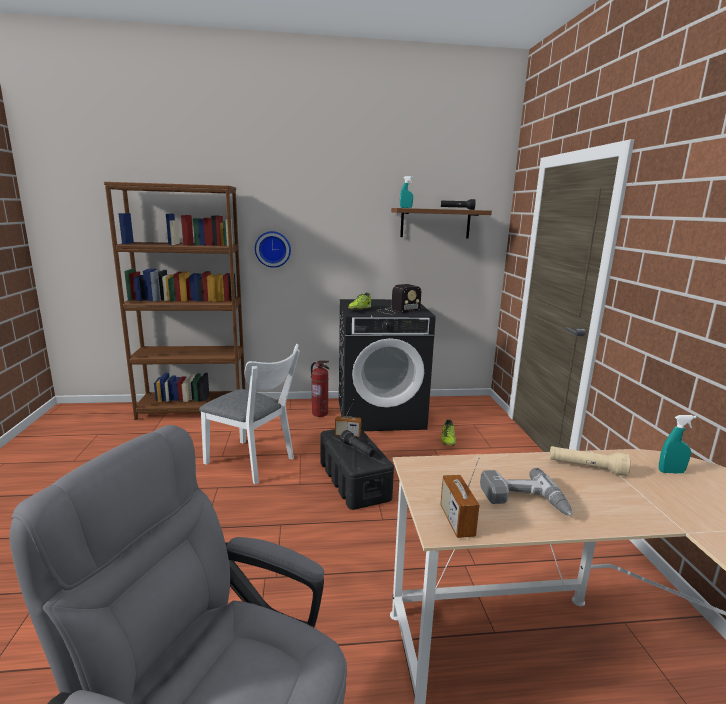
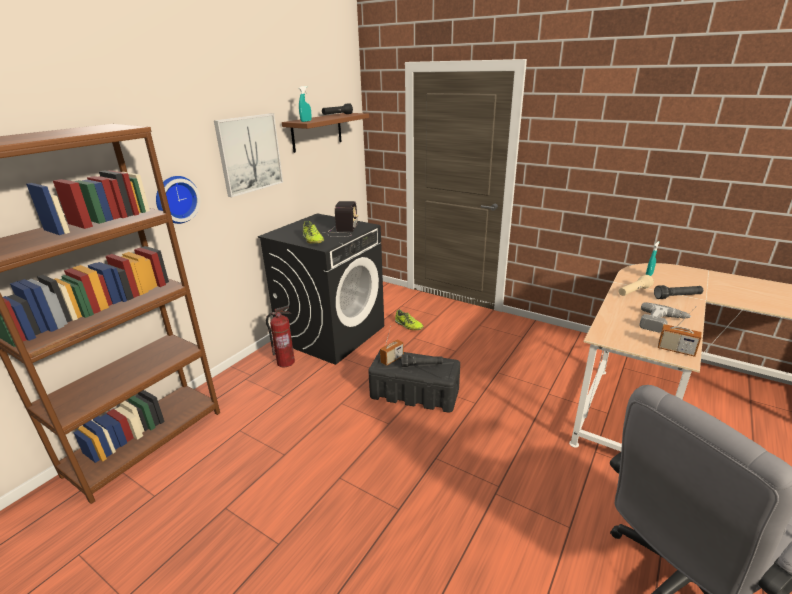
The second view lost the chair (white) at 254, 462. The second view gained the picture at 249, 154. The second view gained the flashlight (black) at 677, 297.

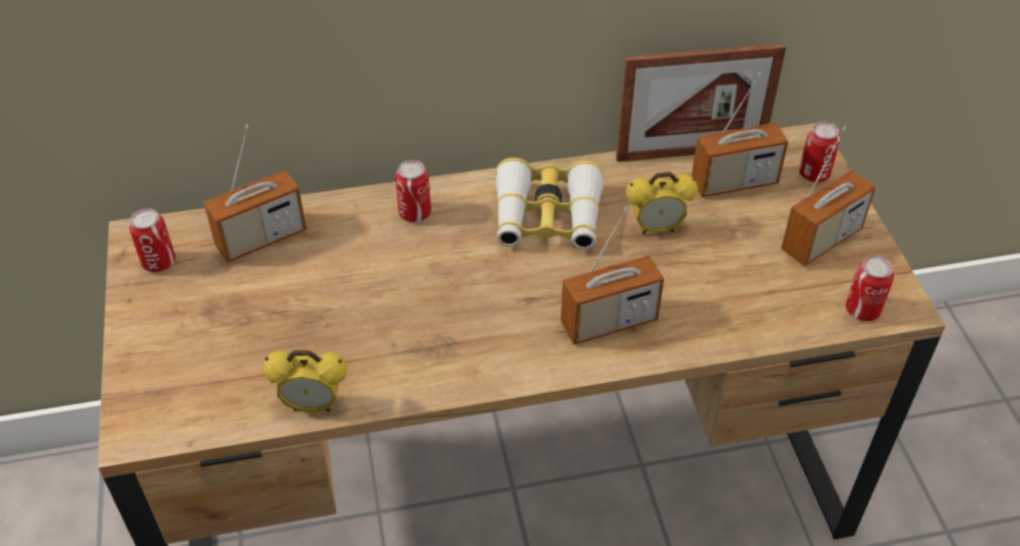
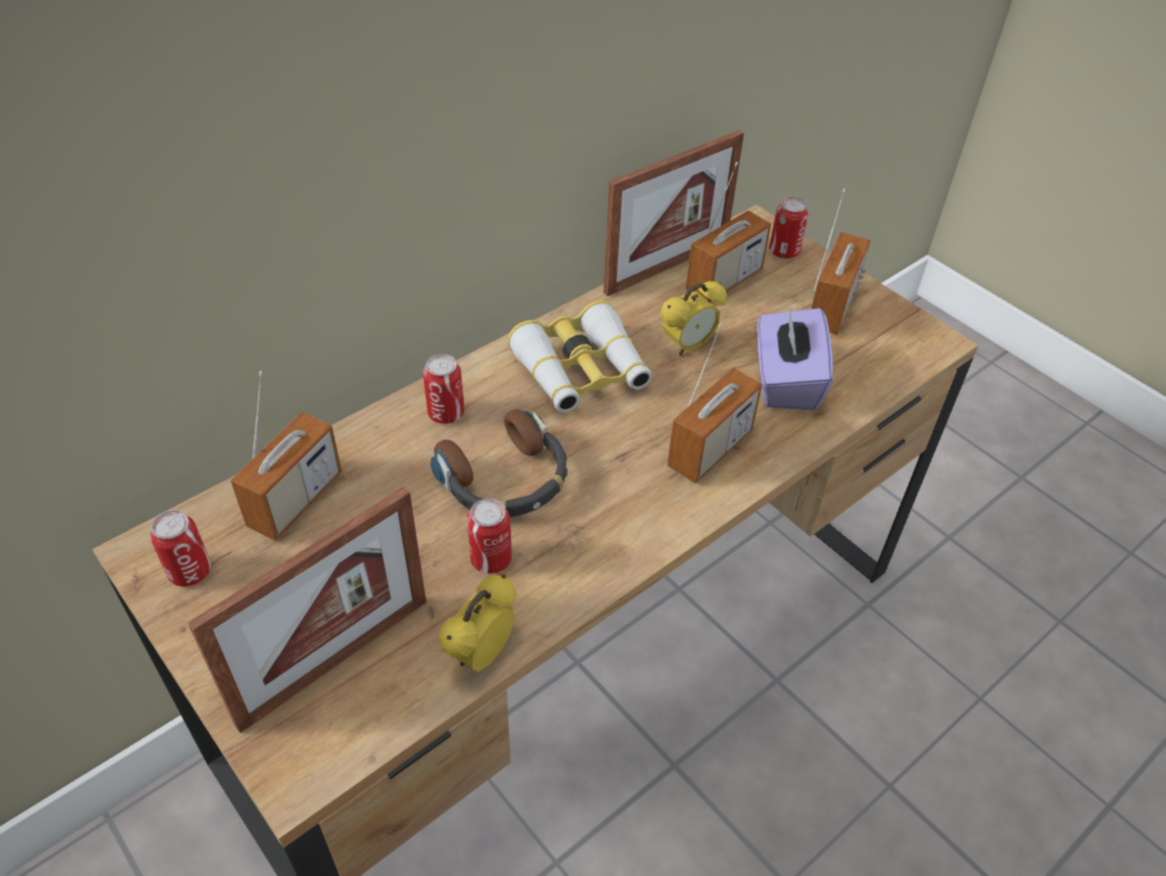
The second view gained the picture frame at 335, 661. The second view gained the headphones at 505, 479. The second view gained the tissue box (purple) at 785, 381. The can ended up elsewhere, having gone from 862, 310 to 490, 559. The alarm clock at 313, 405 ended up facing another way, 150 degrees clockwise from before.

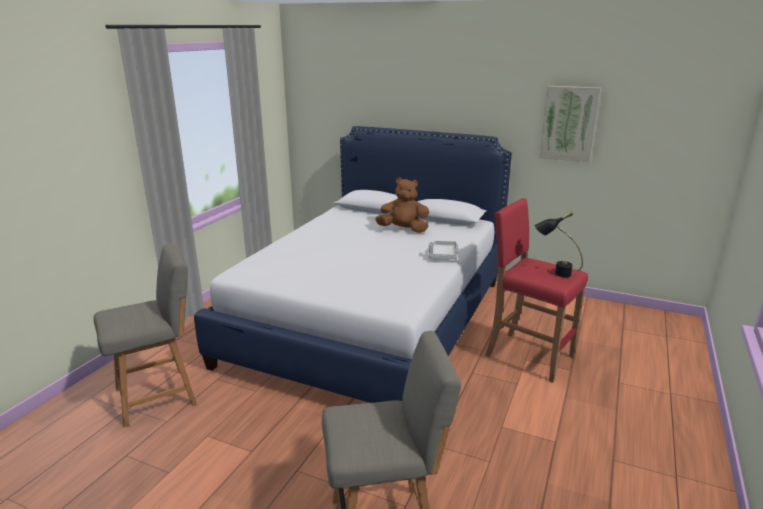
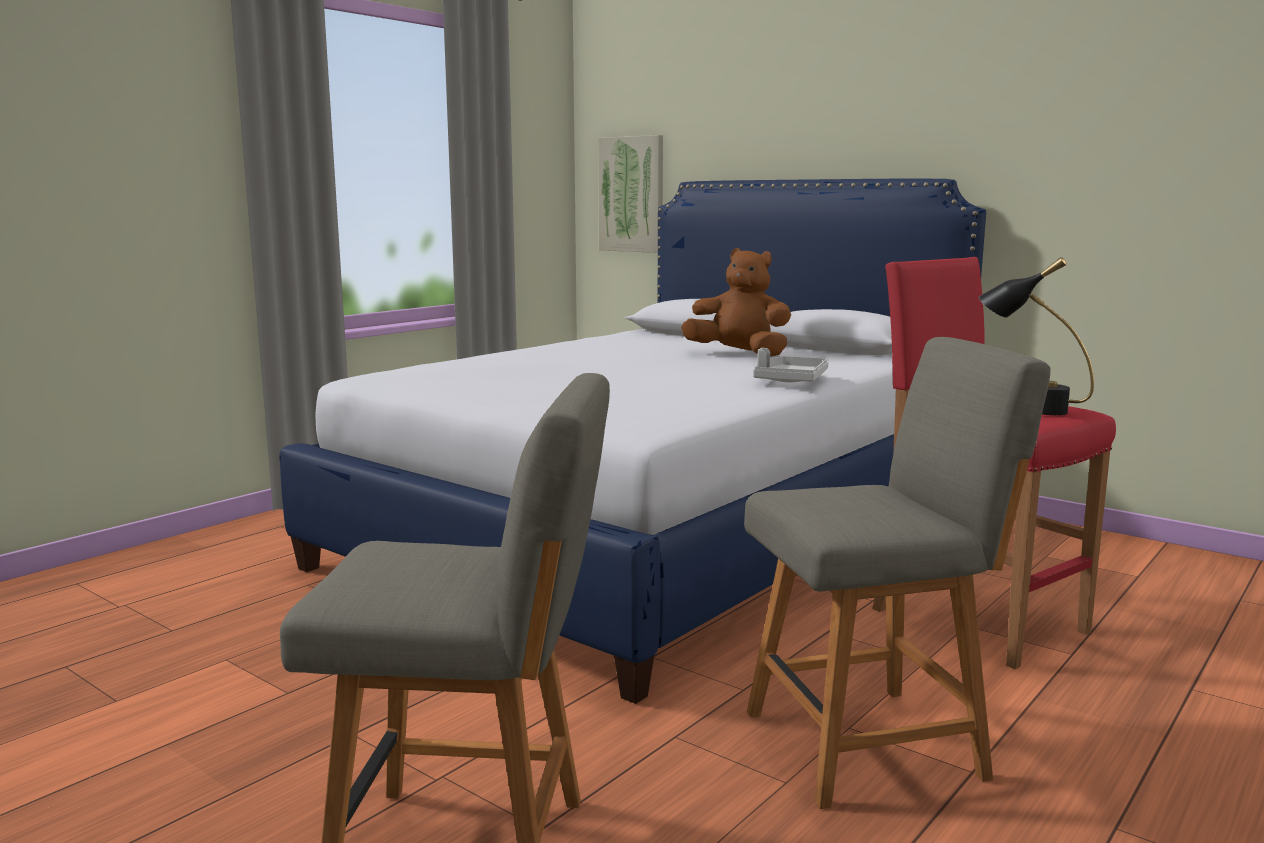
The chair (grey) ended up elsewhere, having gone from 159, 395 to 871, 743. The picture ended up elsewhere, having gone from 569, 123 to 632, 194.

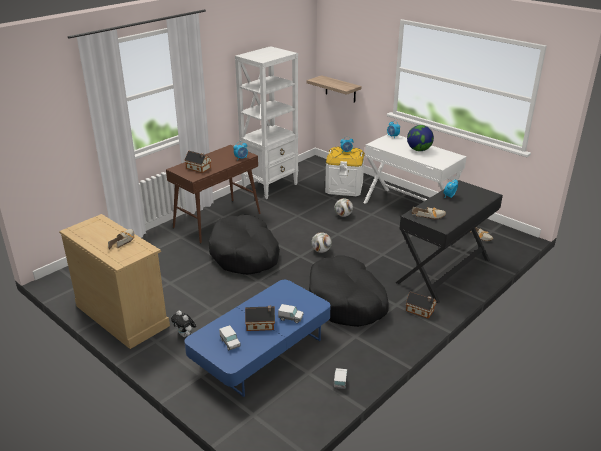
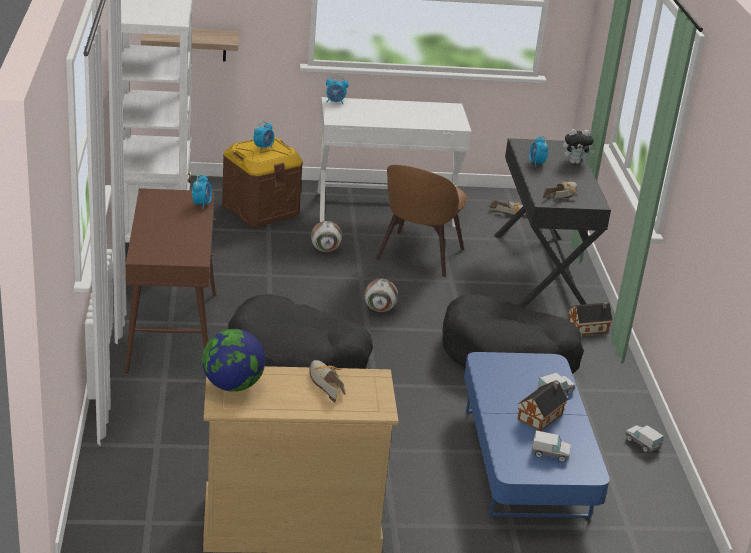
The second view lost the toy house at 199, 168. The second view gained the chair (brown) at 419, 256. The plush toy ended up elsewhere, having gone from 185, 335 to 575, 162. The globe ended up elsewhere, having gone from 419, 150 to 233, 385. What was the storage box (white) at 344, 187 turned into the storage box (brown) at 260, 209.

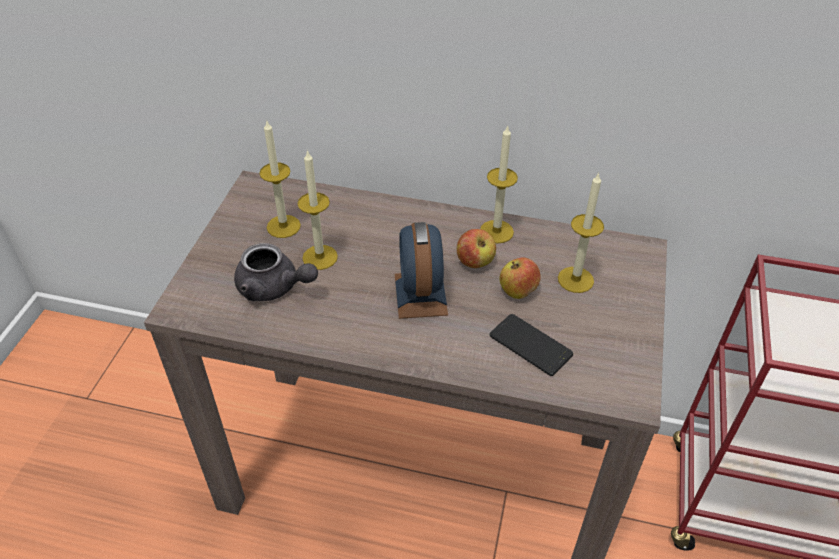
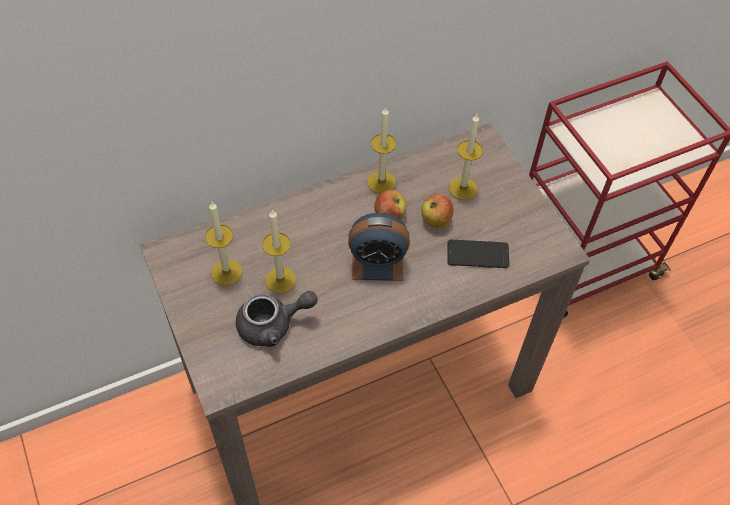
The alarm clock at 420, 294 ended up facing another way, 45 degrees counterclockwise from before.

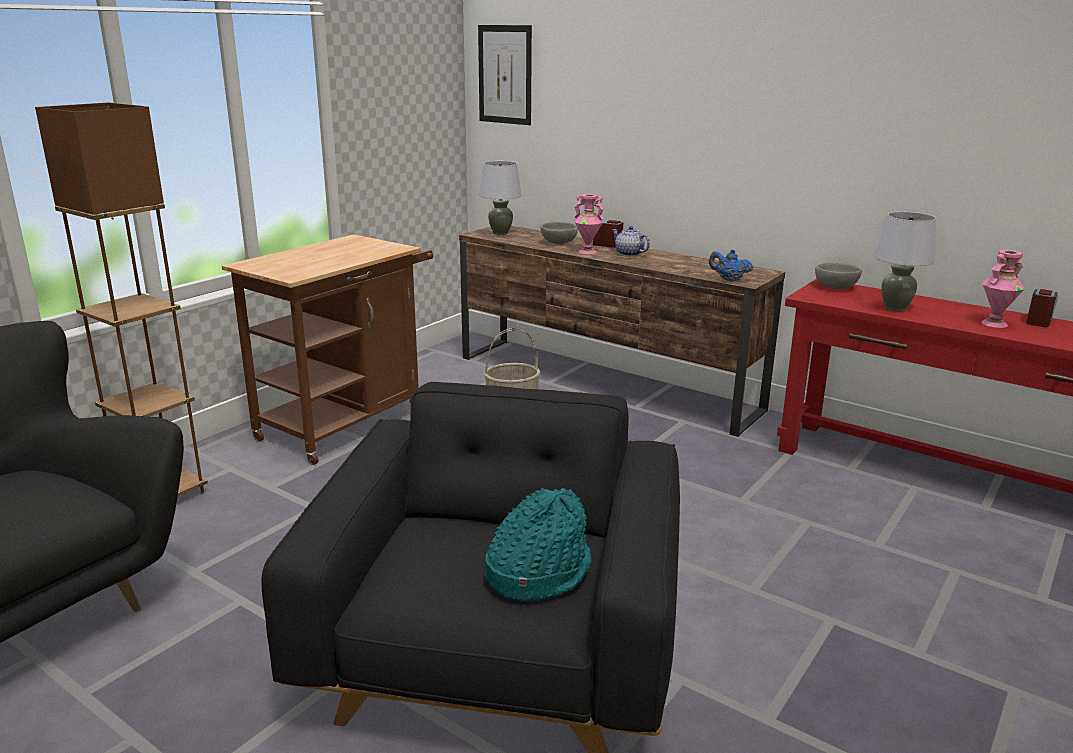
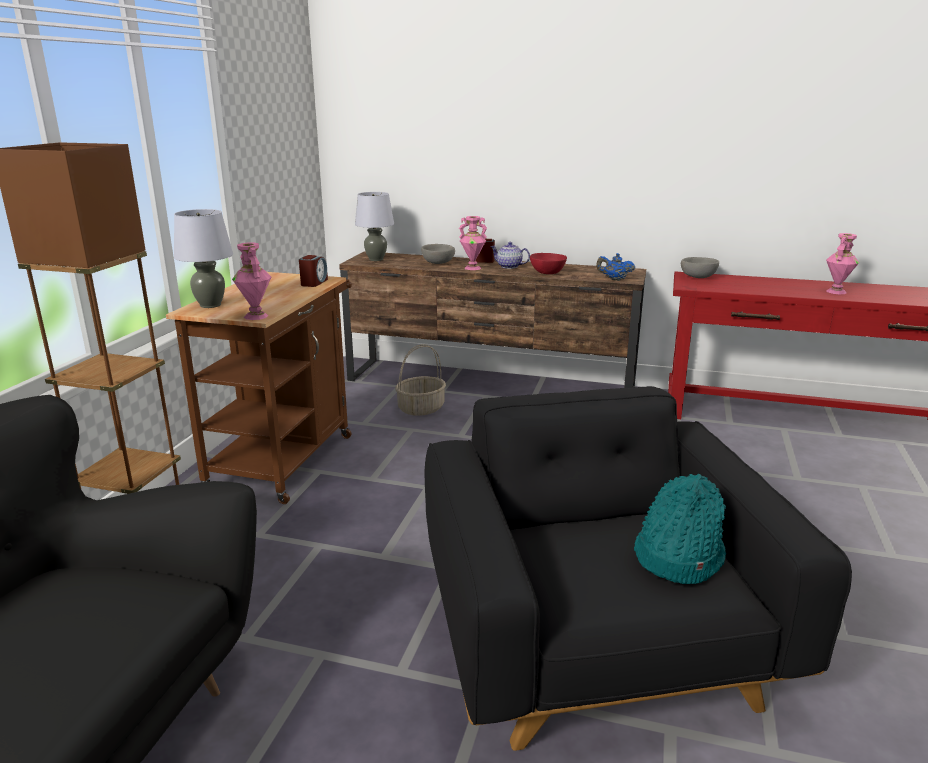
The second view lost the picture at 505, 75. The second view gained the vase (pink) at 256, 316. The second view gained the bowl (red) at 546, 273. The table lamp (grey) ended up elsewhere, having gone from 895, 308 to 210, 305. The alarm clock ended up elsewhere, having gone from 1039, 321 to 314, 282.

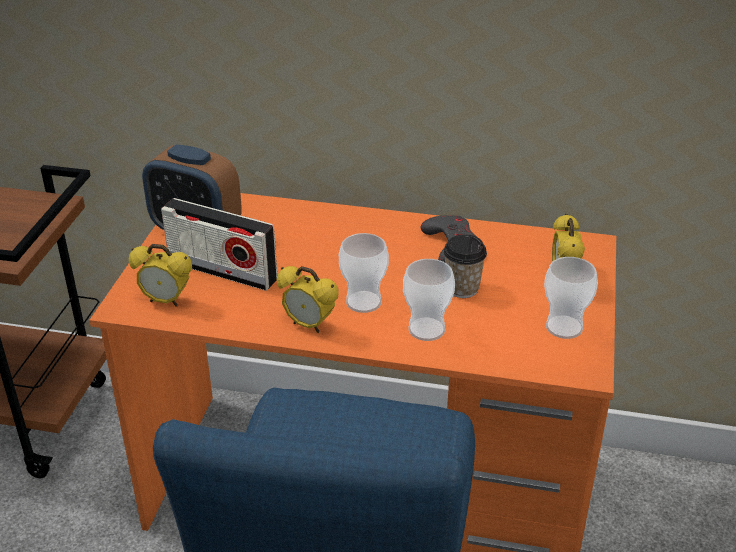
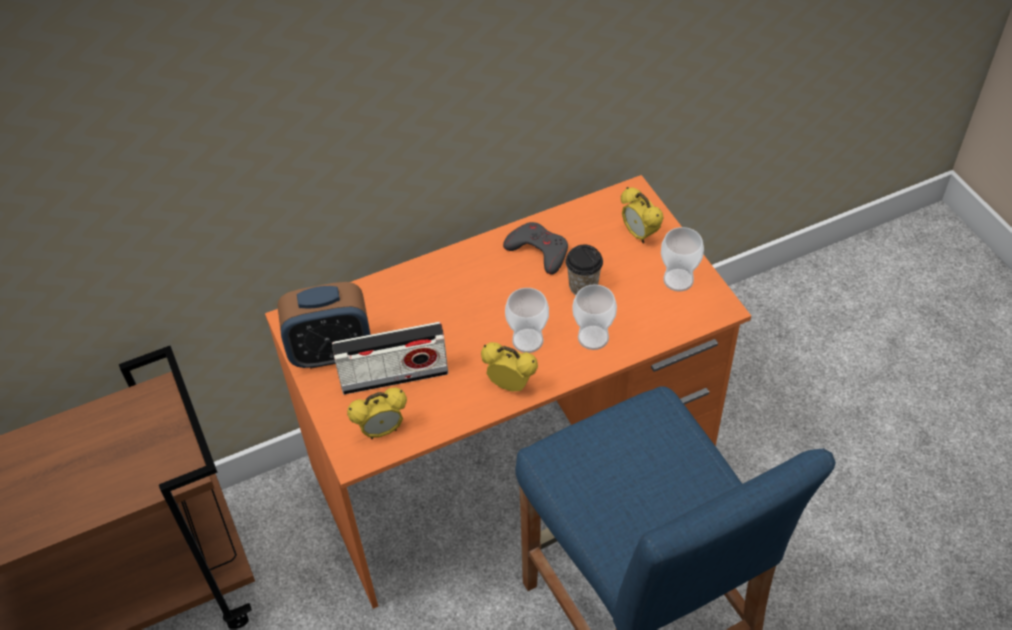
The alarm clock at 309, 325 ended up facing another way, 150 degrees counterclockwise from before.

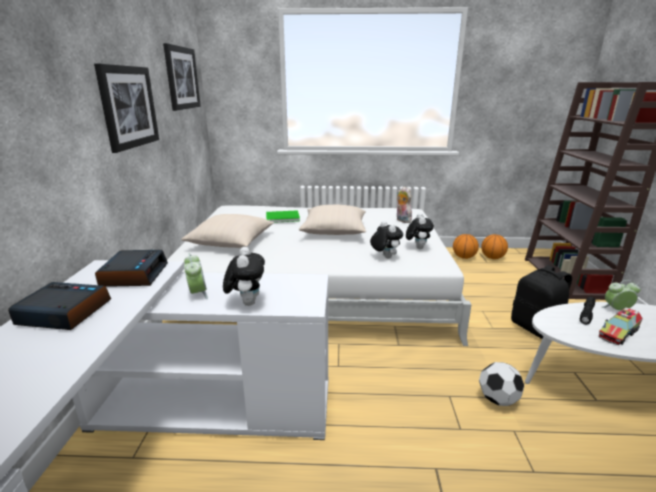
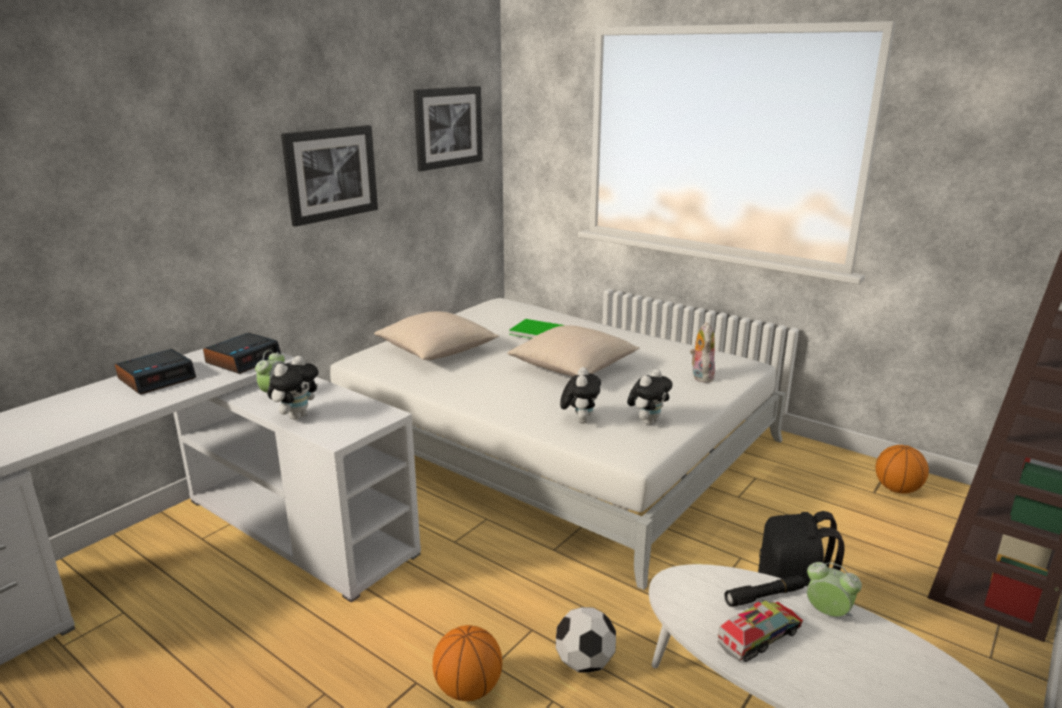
The basketball ended up elsewhere, having gone from 464, 257 to 468, 689. The alarm clock at 63, 313 ended up facing another way, 90 degrees clockwise from before. The toy truck at 618, 333 ended up facing another way, 150 degrees clockwise from before.

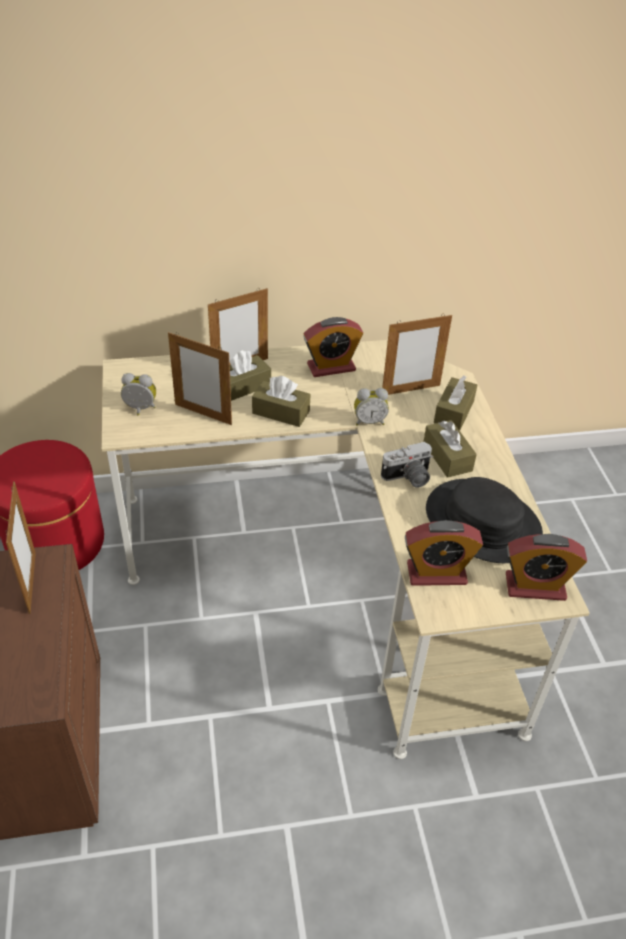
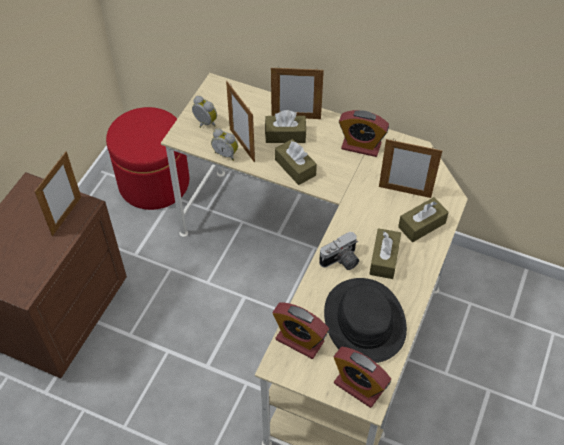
The alarm clock ended up elsewhere, having gone from 369, 421 to 226, 154. The photo camera at 408, 478 ended up facing another way, 45 degrees counterclockwise from before.

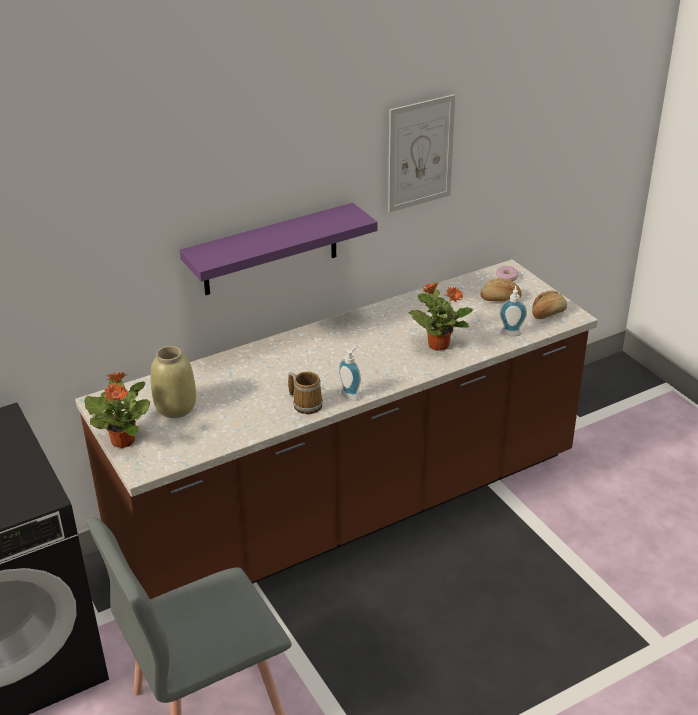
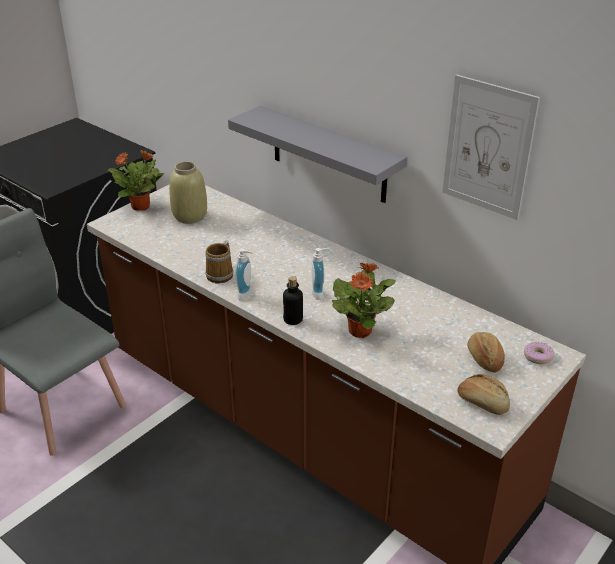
The second view gained the bottle at 293, 319. The soap dispenser ended up elsewhere, having gone from 511, 332 to 320, 293. What was the shelf (purple) at 270, 250 turned into the shelf (grey) at 328, 155.

